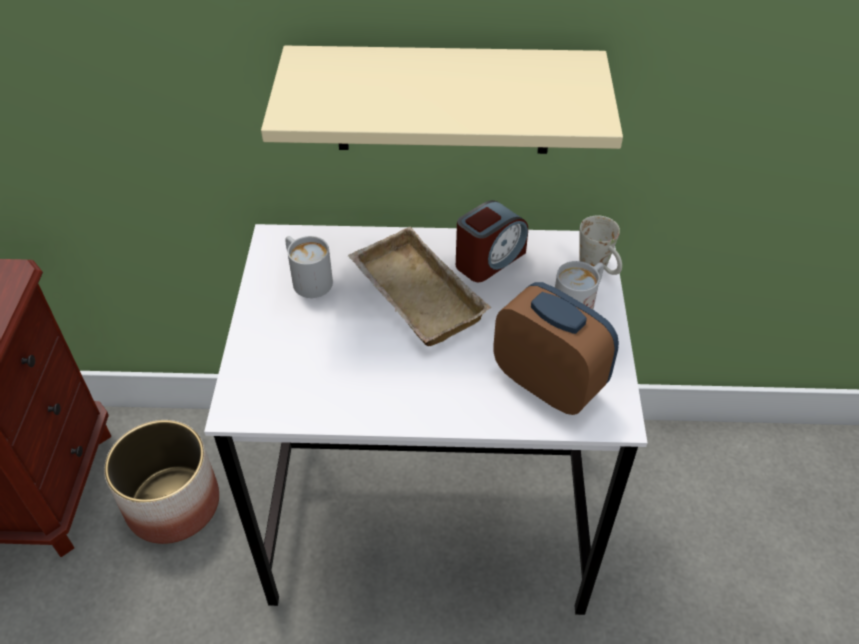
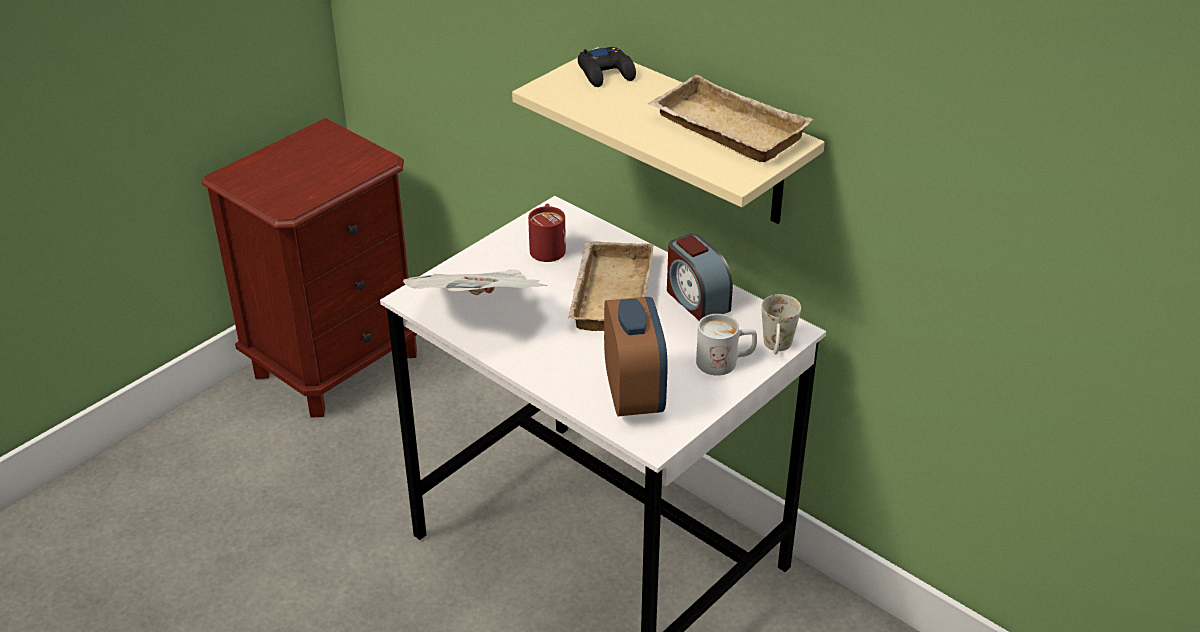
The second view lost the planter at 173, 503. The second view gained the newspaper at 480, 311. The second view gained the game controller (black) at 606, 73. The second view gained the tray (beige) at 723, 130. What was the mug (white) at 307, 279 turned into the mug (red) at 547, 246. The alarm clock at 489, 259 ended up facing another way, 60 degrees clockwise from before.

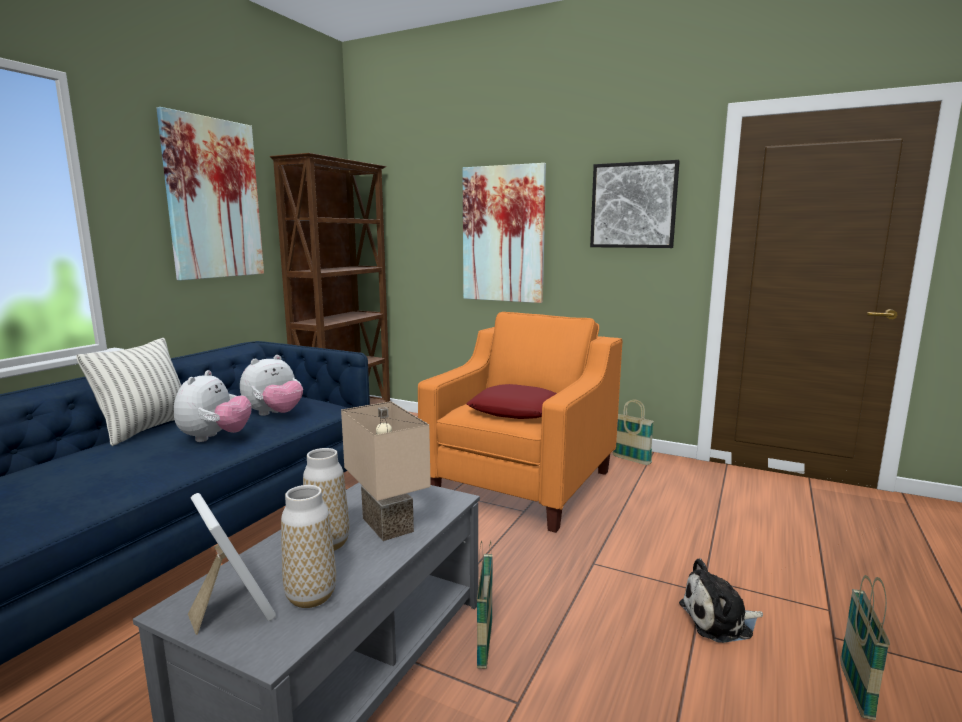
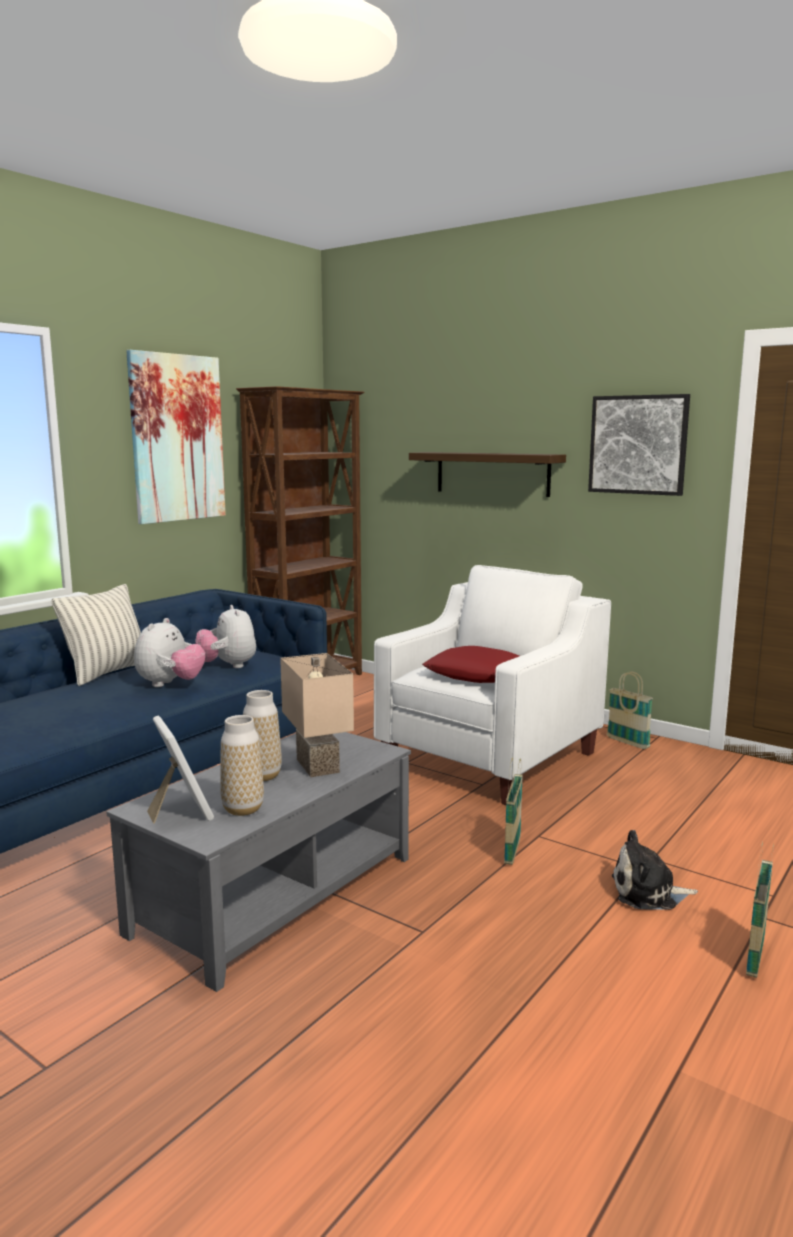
The basket ended up elsewhere, having gone from 485, 645 to 512, 851. Where the picture hung at 503, 234, the shelf came to hang at 492, 473. What was the armchair (orange) at 523, 484 turned into the armchair (white) at 491, 759. The plush toy at 274, 414 ended up facing another way, 105 degrees clockwise from before.

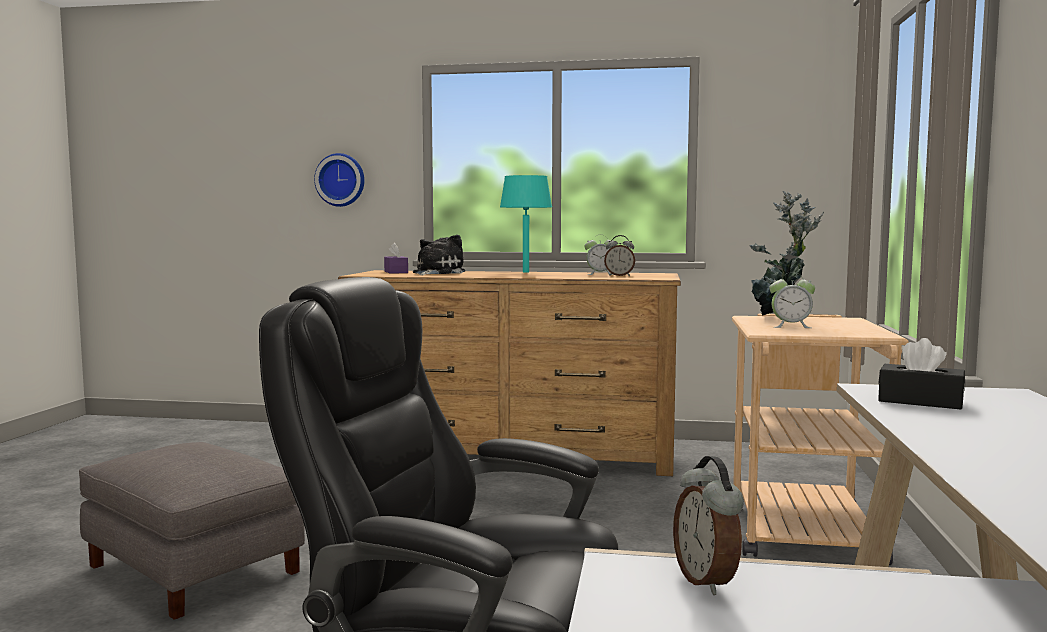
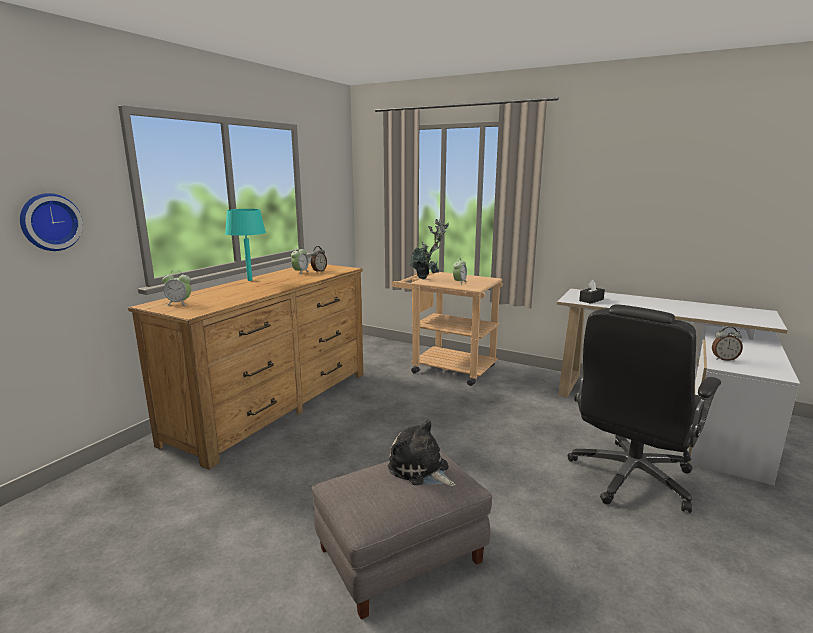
The plush toy ended up elsewhere, having gone from 436, 273 to 420, 470. Where the tissue box (purple) stood at 396, 272, the alarm clock came to stand at 179, 303.

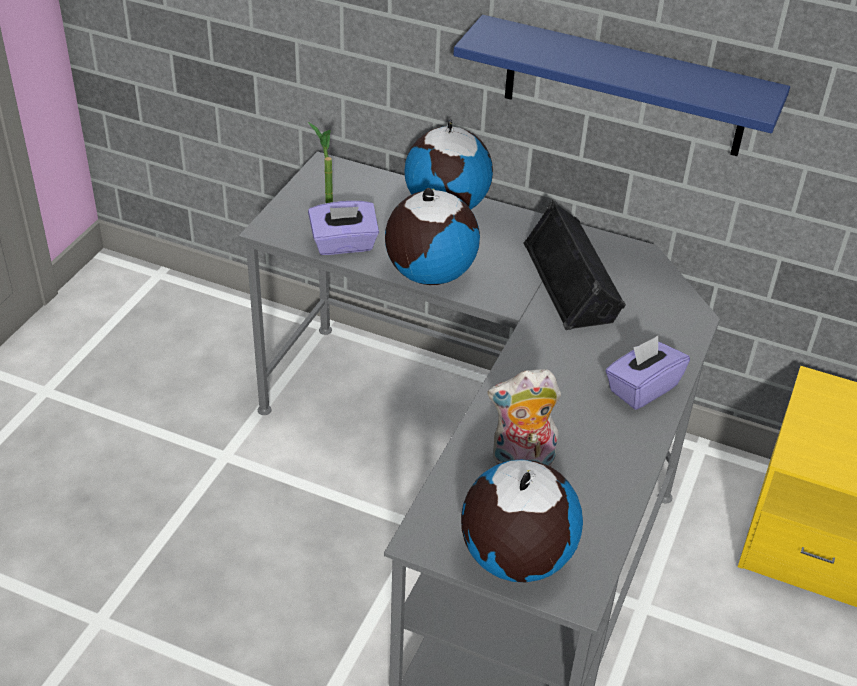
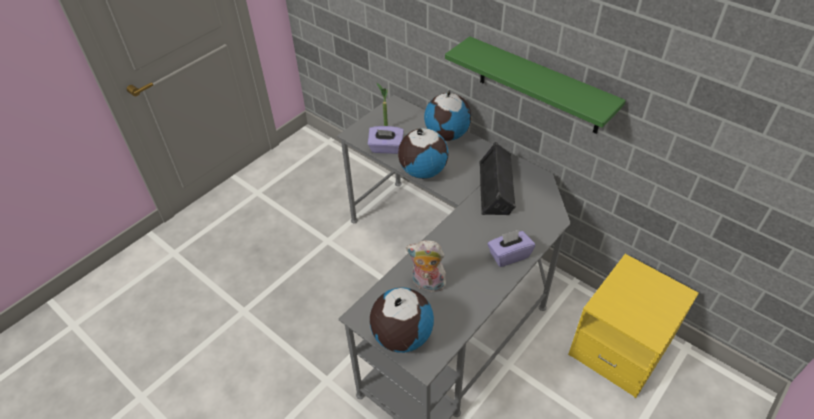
What was the shelf (blue) at 624, 87 turned into the shelf (green) at 539, 86.

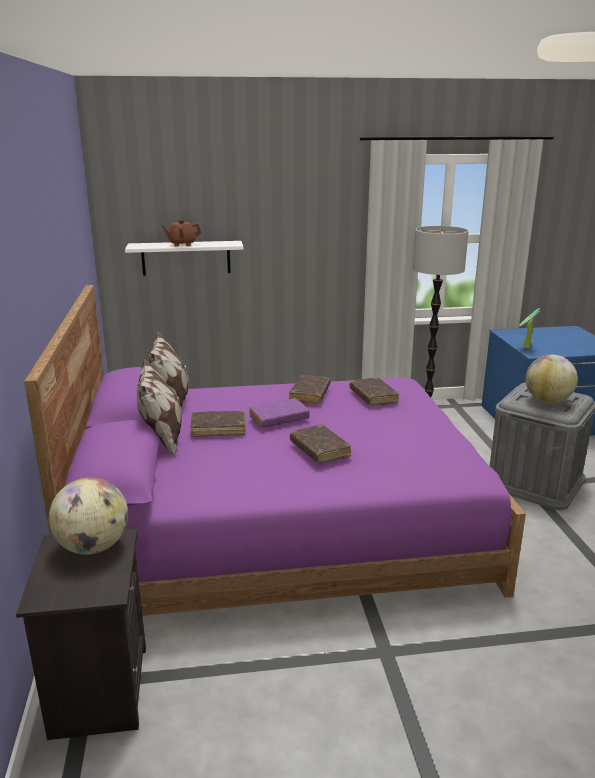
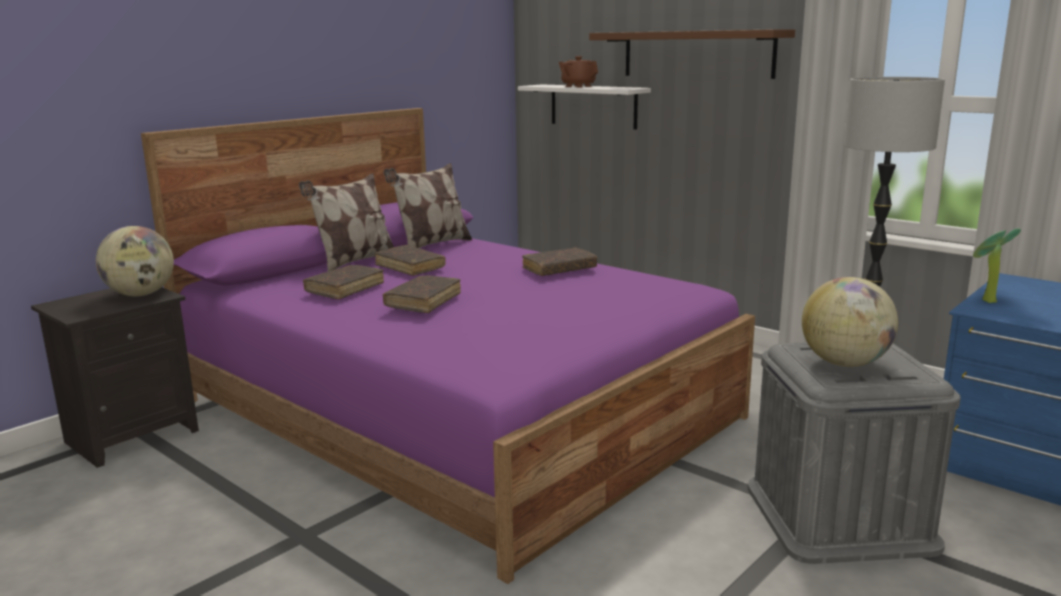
The second view lost the book (purple) at 279, 419. The second view gained the shelf (brown) at 697, 54. The book (brown) ended up elsewhere, having gone from 373, 397 to 345, 289.

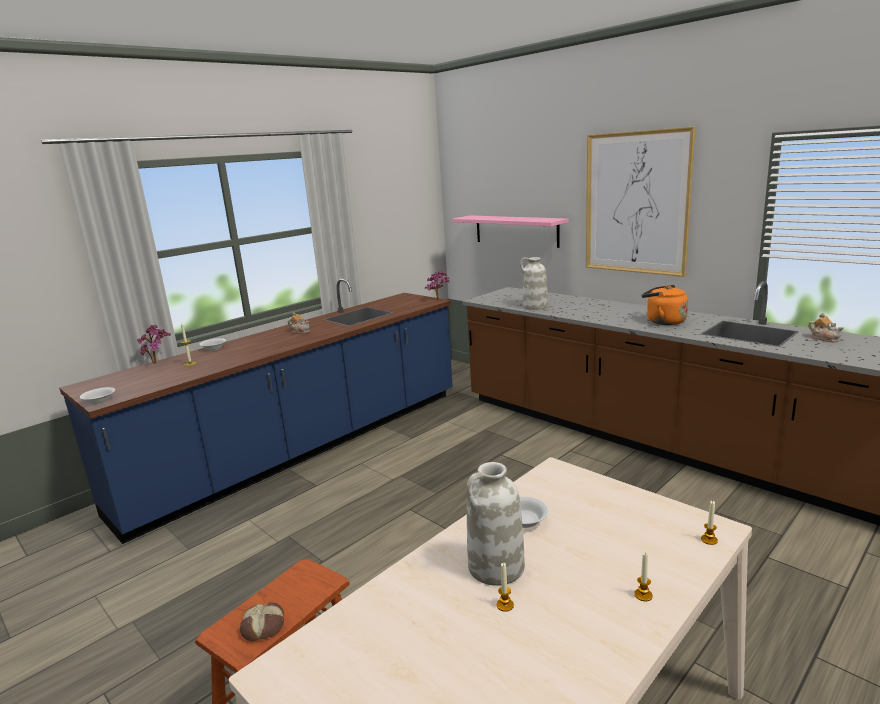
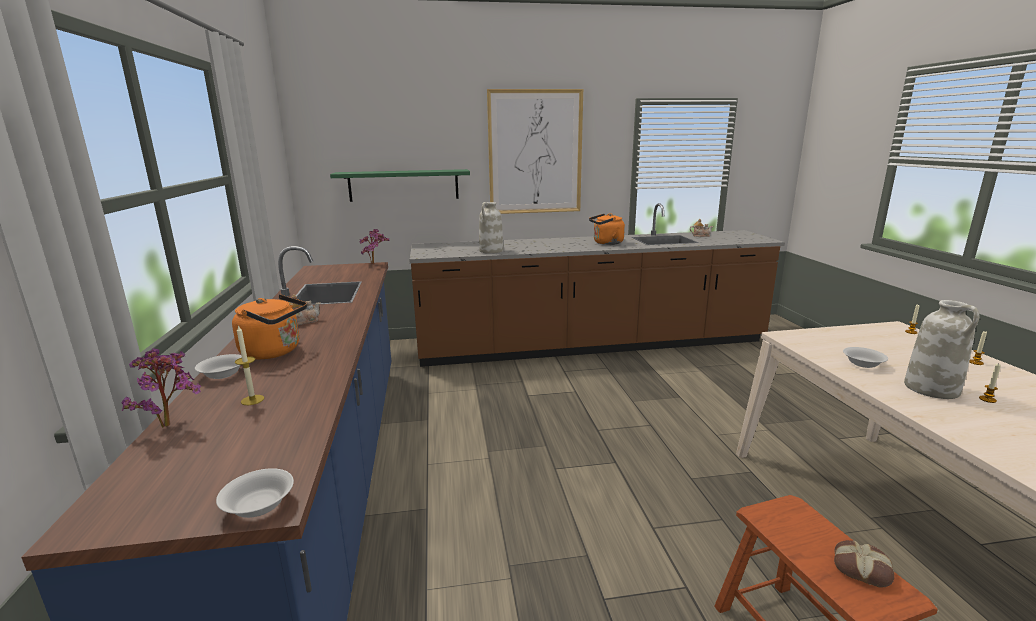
The second view gained the kettle (orange) at 275, 352. What was the shelf (pink) at 516, 230 turned into the shelf (green) at 403, 185.

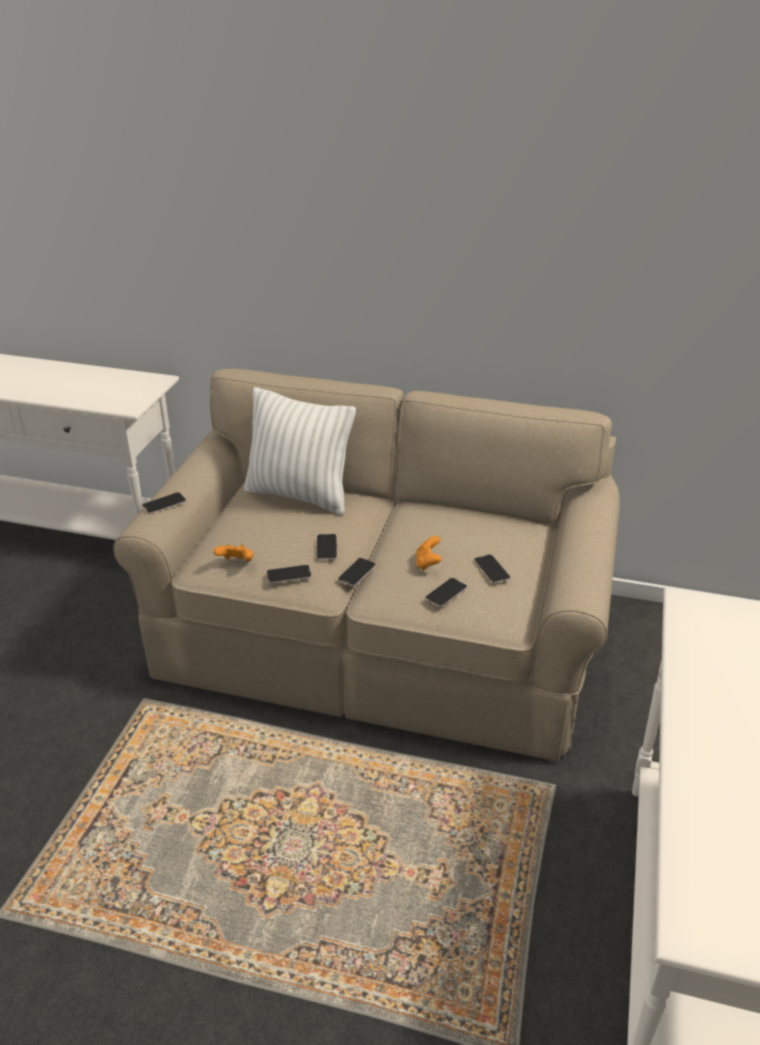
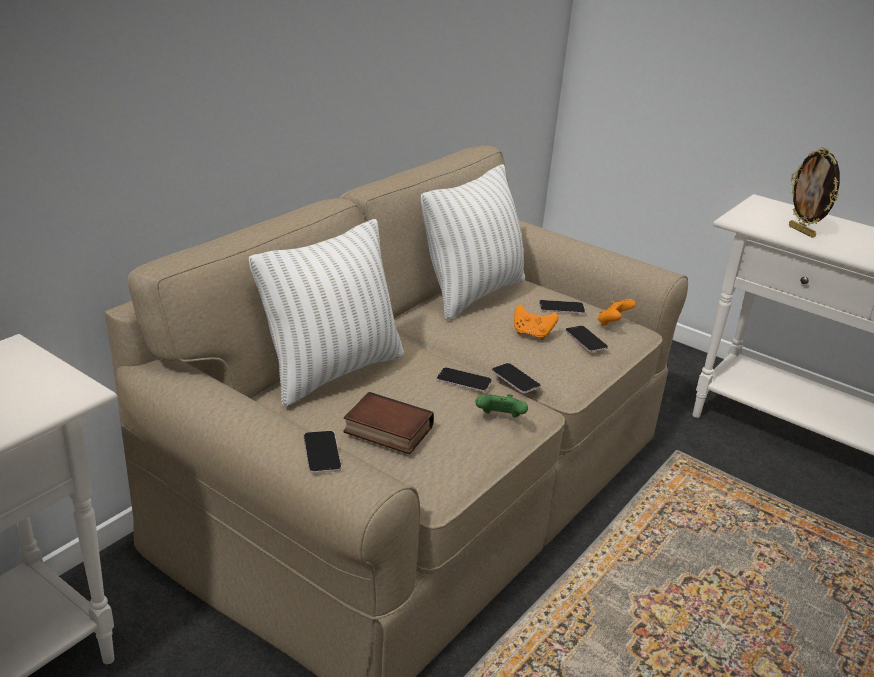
The second view gained the book at 386, 430. The second view gained the pillow (white) at 472, 294. The second view gained the picture frame at 802, 231. The game controller (orange) ended up elsewhere, having gone from 236, 563 to 613, 323. Where the phone stood at 289, 575, the game controller (green) came to stand at 500, 419.

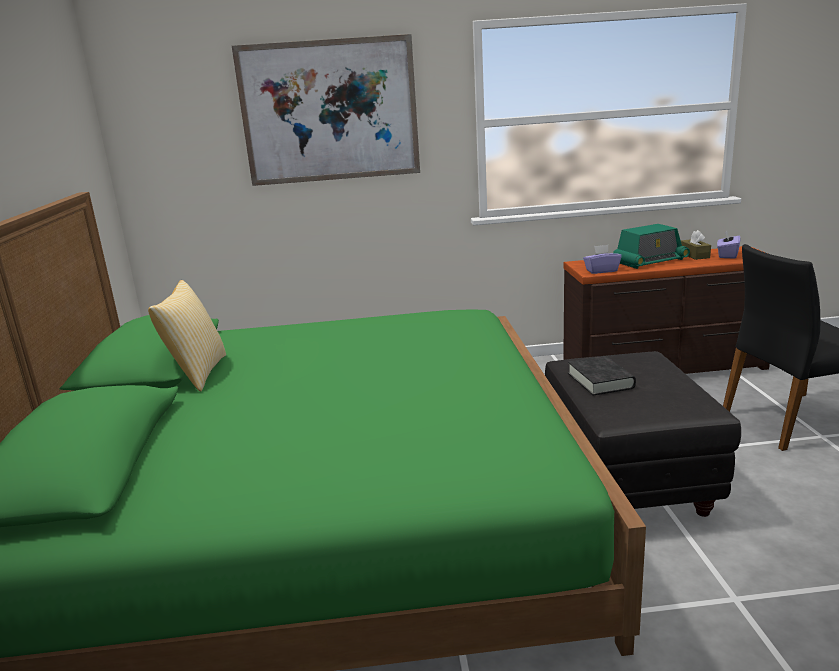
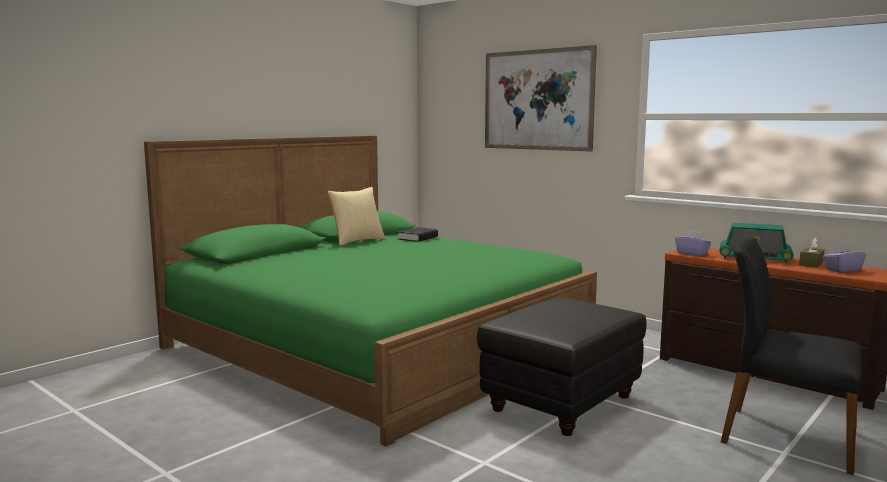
The book (black) ended up elsewhere, having gone from 600, 381 to 418, 238.

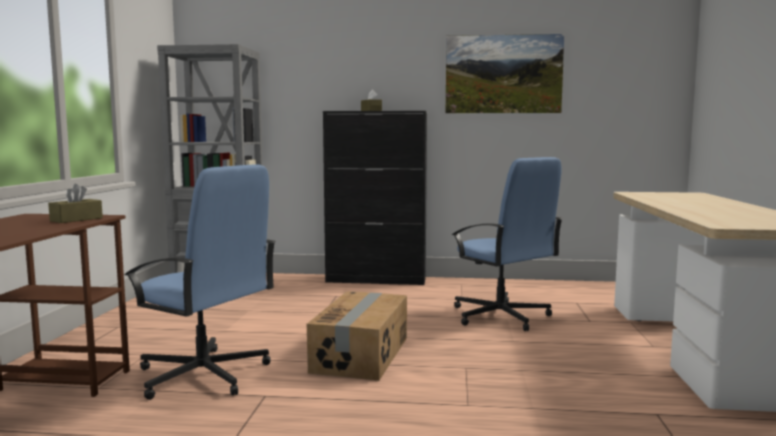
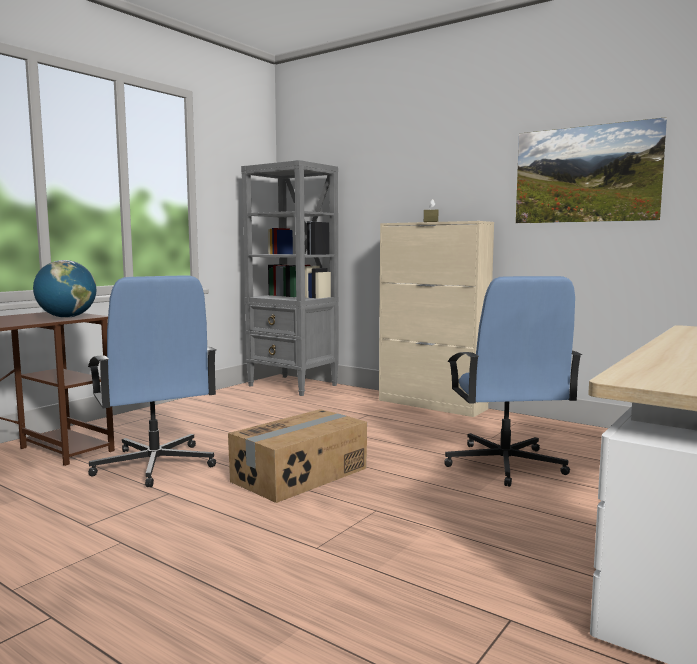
Where the tissue box (brown) stood at 76, 219, the globe came to stand at 67, 317. What was the cabinet (black) at 376, 280 turned into the cabinet (beige) at 432, 405.

